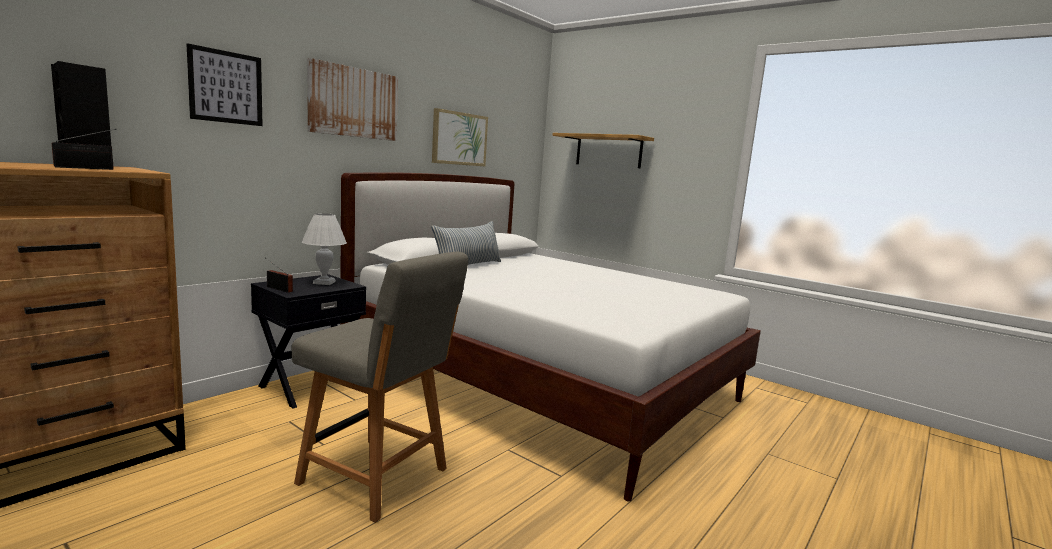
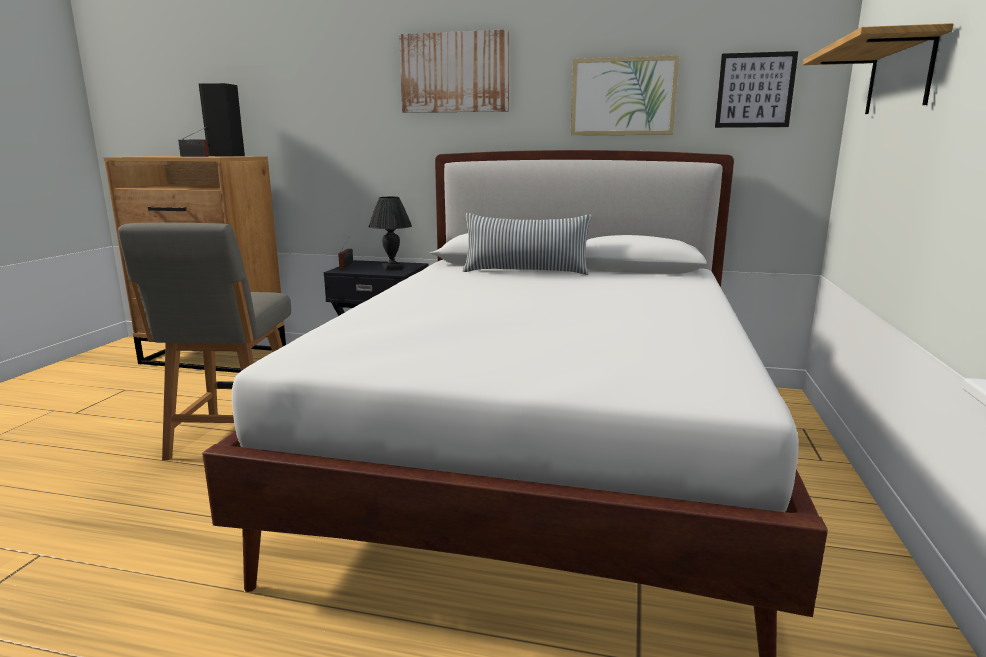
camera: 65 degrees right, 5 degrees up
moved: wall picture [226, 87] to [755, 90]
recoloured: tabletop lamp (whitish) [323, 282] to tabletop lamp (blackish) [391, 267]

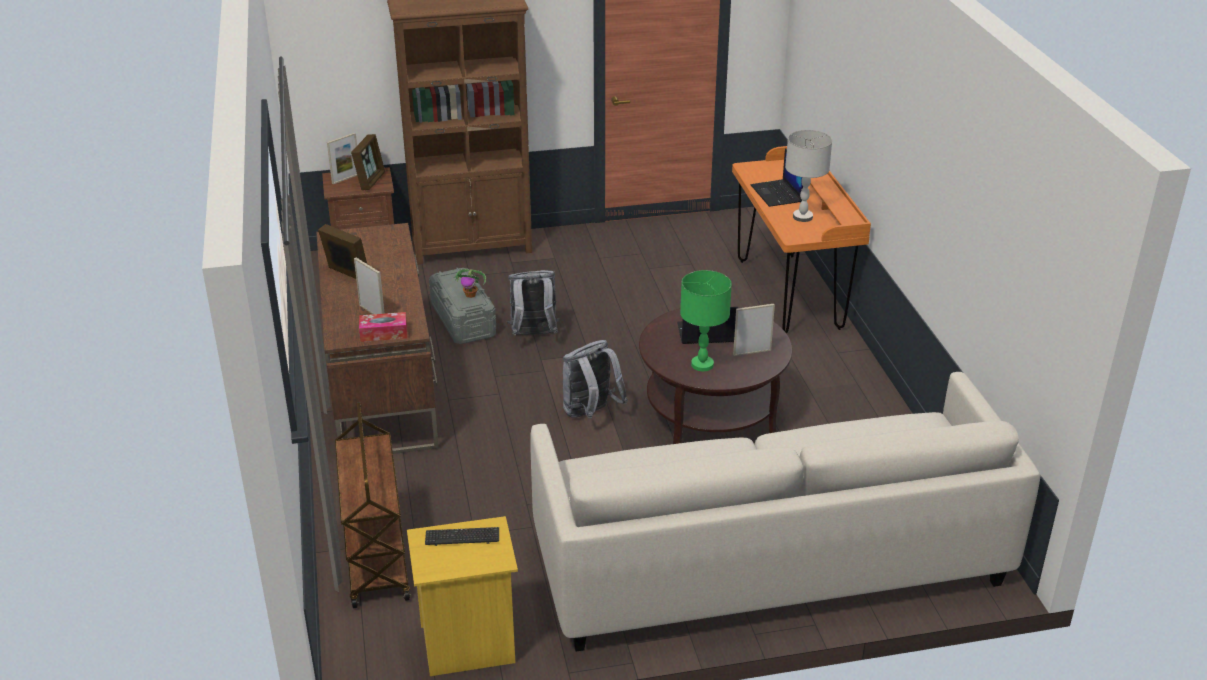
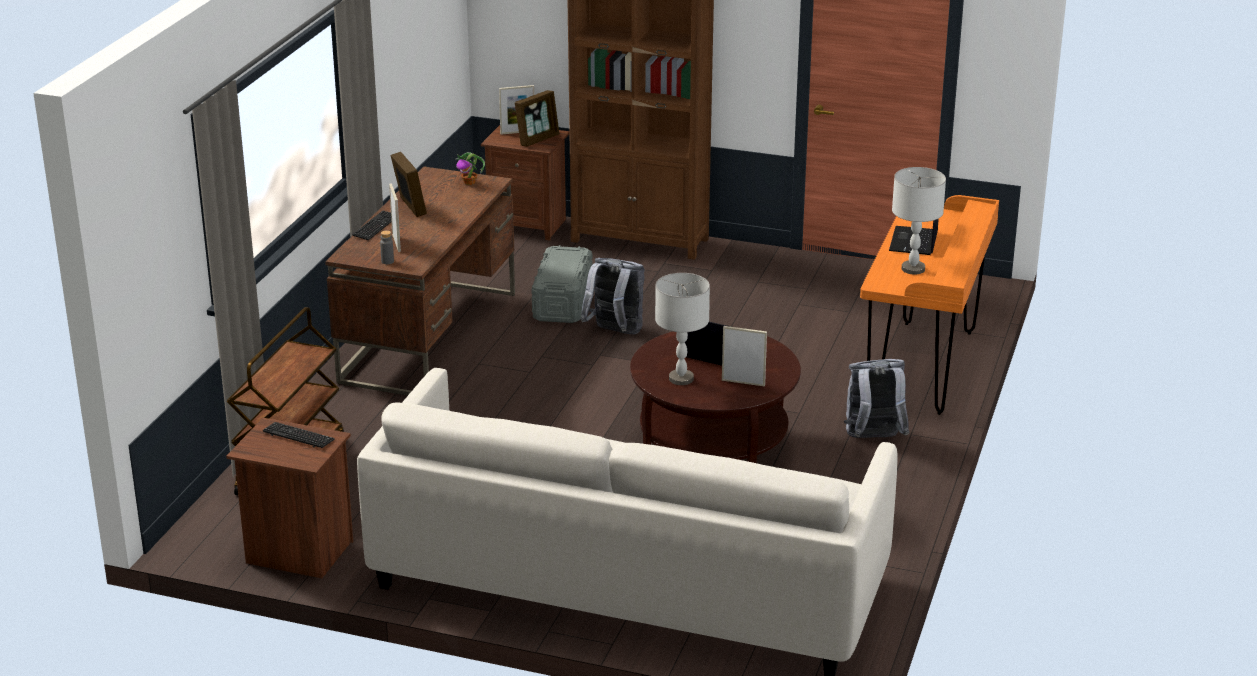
camera: 30 degrees right, 5 degrees down
added: keyboard [375, 227]
moved: houseplant [471, 295] to [470, 182]; rucksack (grey) [590, 414] to [873, 439]
replaced: tissue holder [383, 333] to drink bottle (grey) [387, 261]
recoloured: night table (yellowish) [468, 645] to night table (brown-coloured) [298, 553]; tabletop lamp (green-coloured) [702, 365] to tabletop lamp (grey) [680, 379]

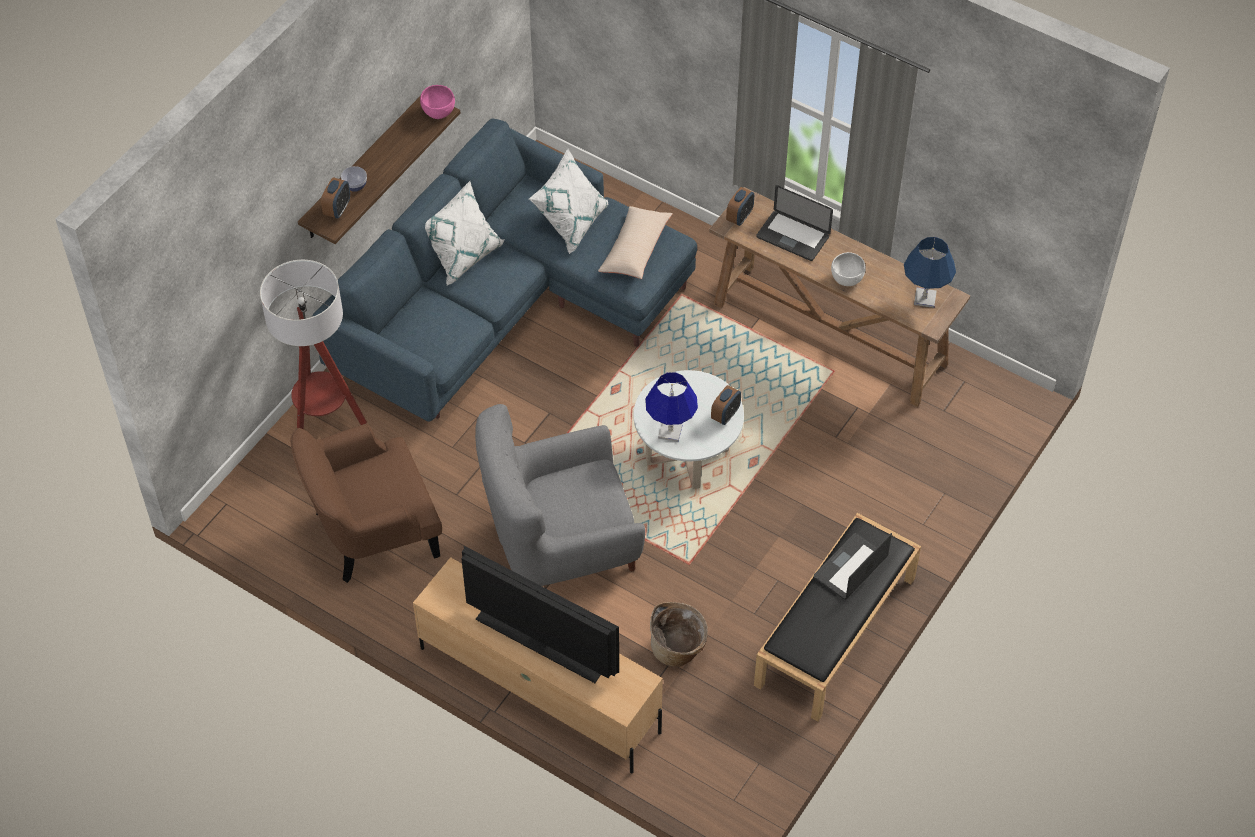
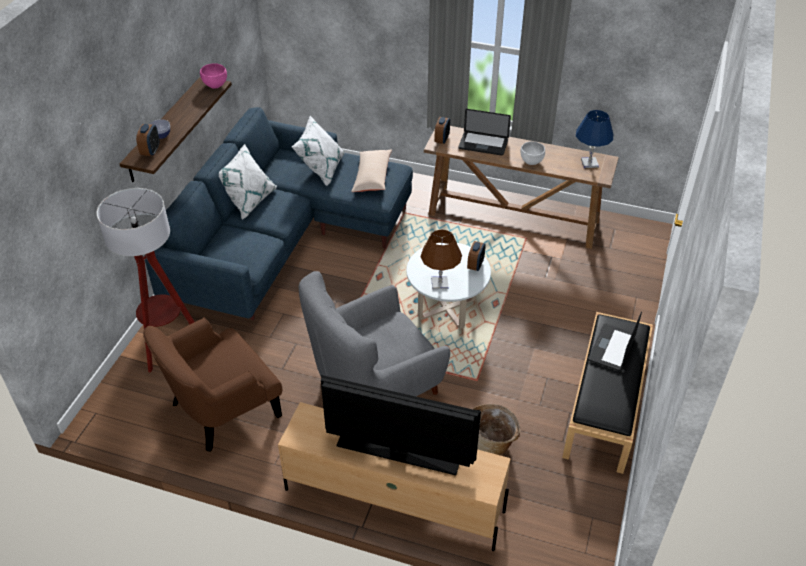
camera: 15 degrees left, 10 degrees down
recoloured: tabletop lamp (bluish) [670, 432] to tabletop lamp (brown-coloured) [440, 283]

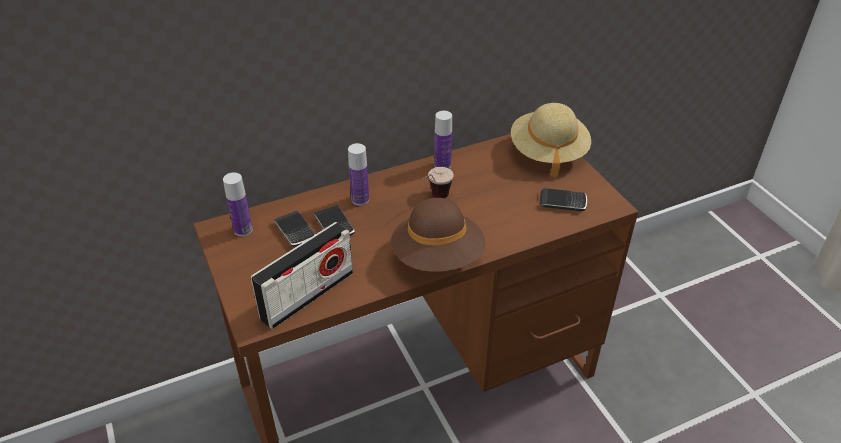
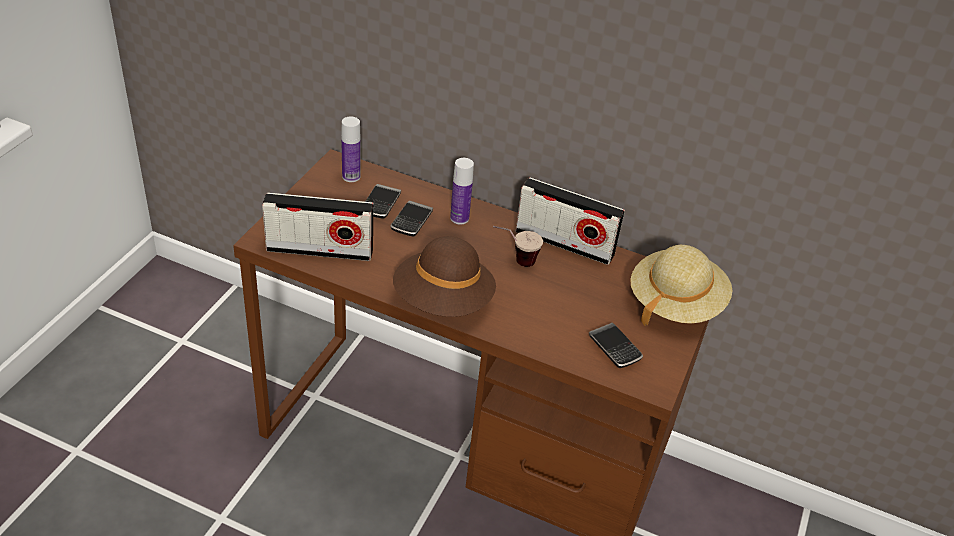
camera: 45 degrees right, 0 degrees up
replaced: drink bottle [442, 165] to radio [564, 243]

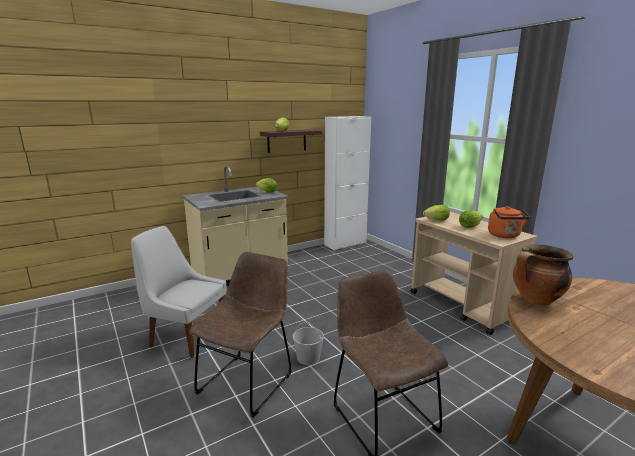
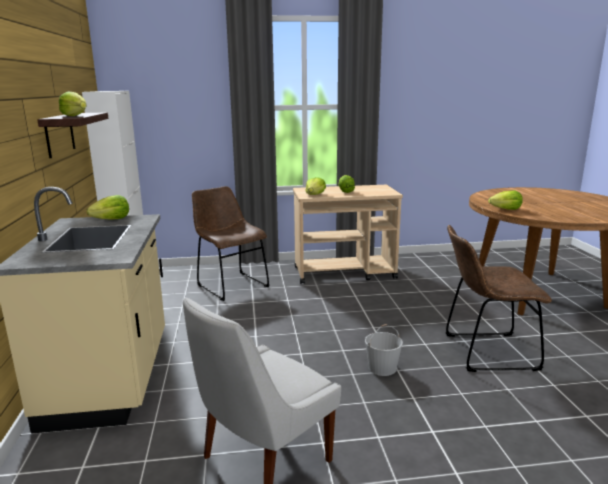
camera: 65 degrees left, 0 degrees up
removed: water kettle (orange) [505, 236]
moved: chair (brown-coloured) [248, 380] to [230, 285]
replaced: stockpot [536, 300] to lettuce head [505, 209]

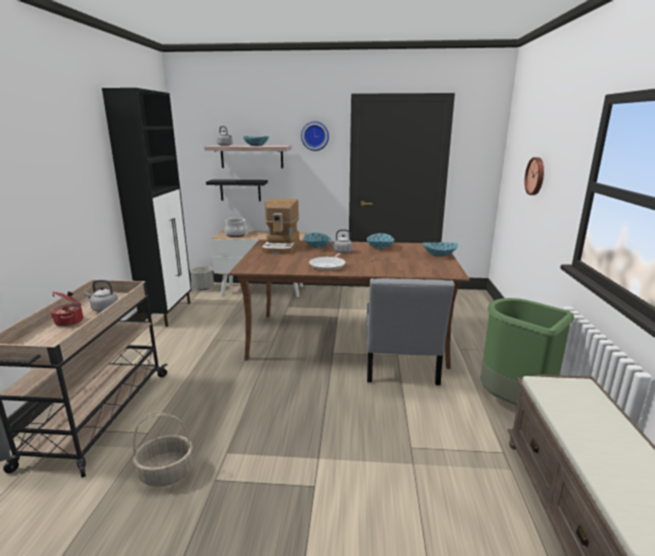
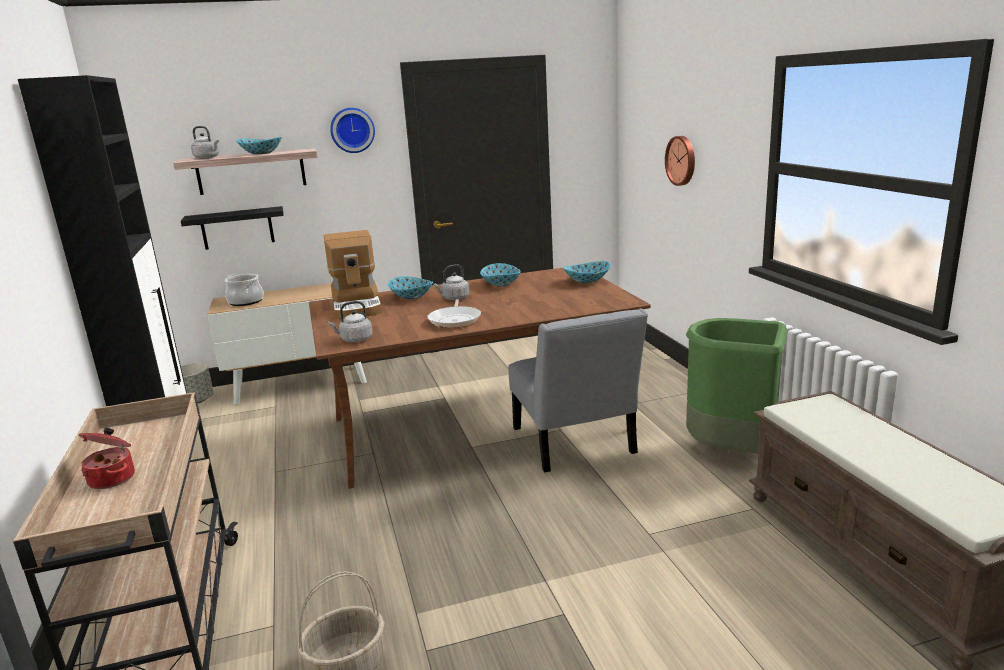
camera: 20 degrees left, 0 degrees up
moved: water kettle (grey) [104, 309] to [354, 340]

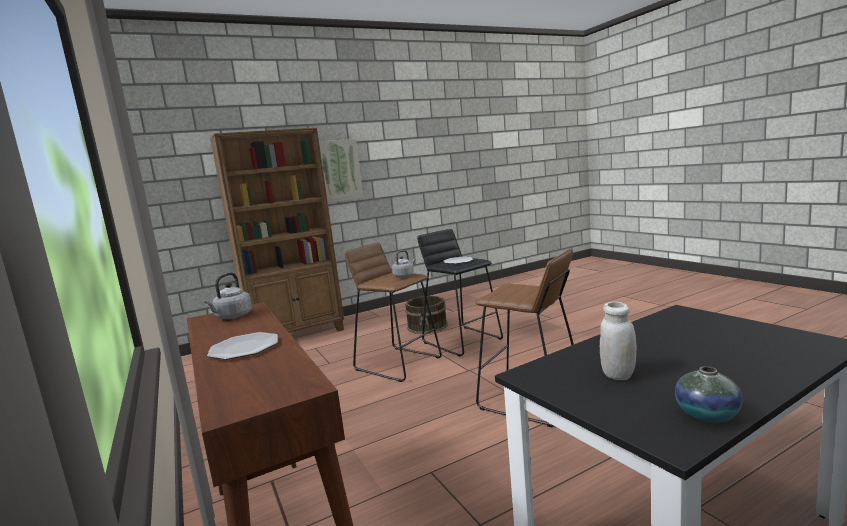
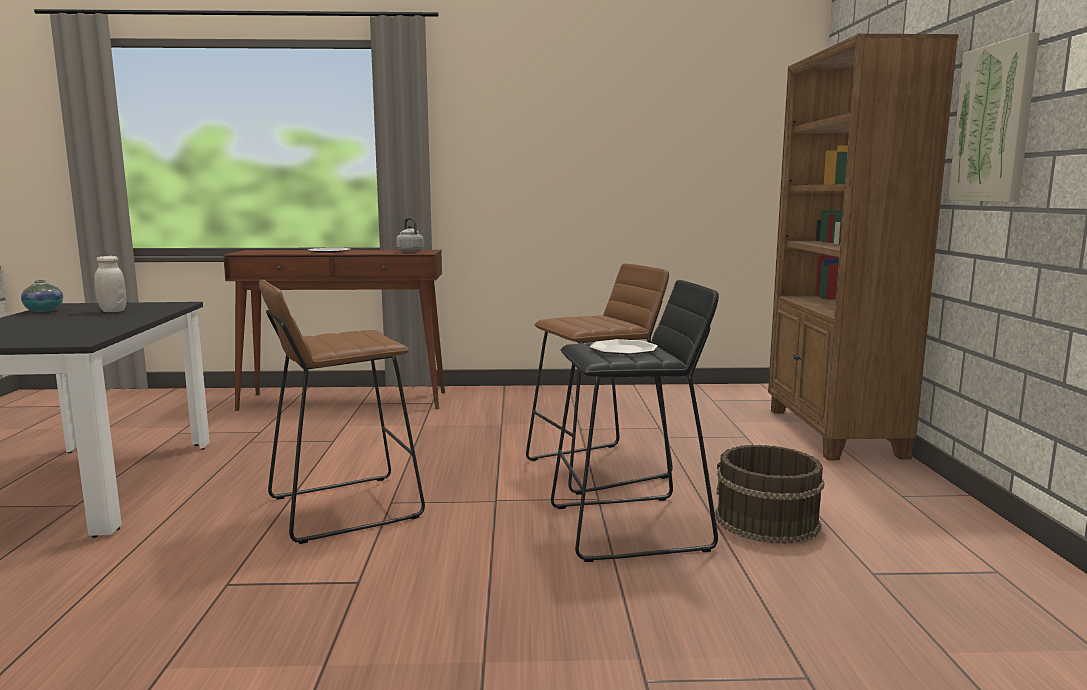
camera: 115 degrees right, 0 degrees up
removed: water kettle (grey) [404, 276]

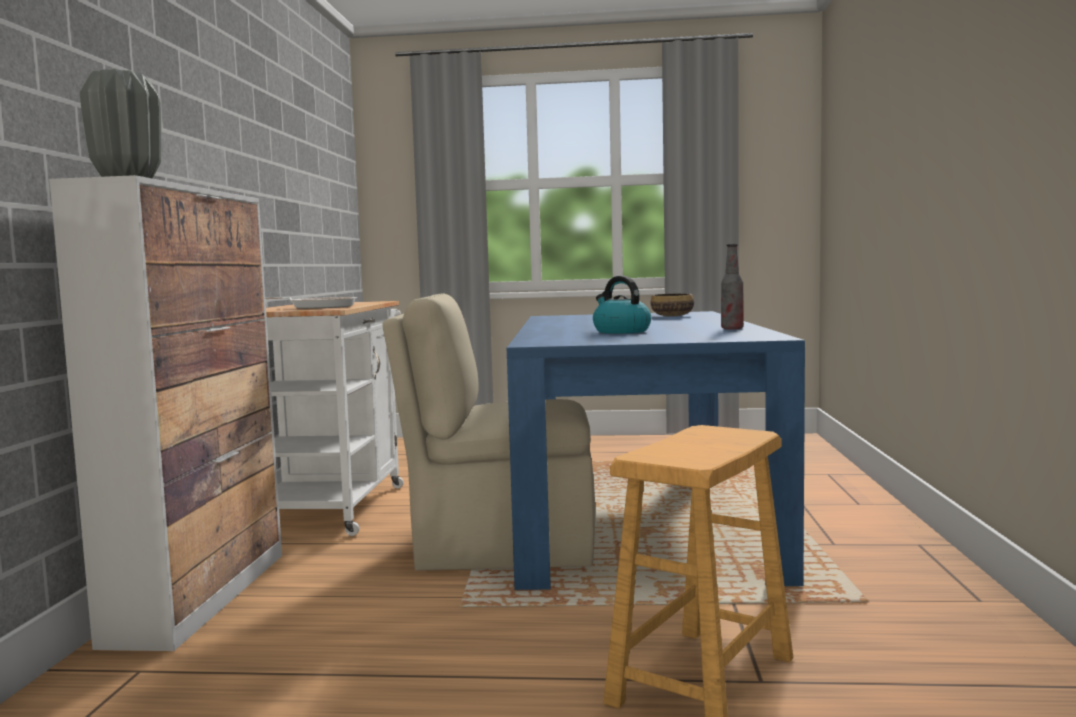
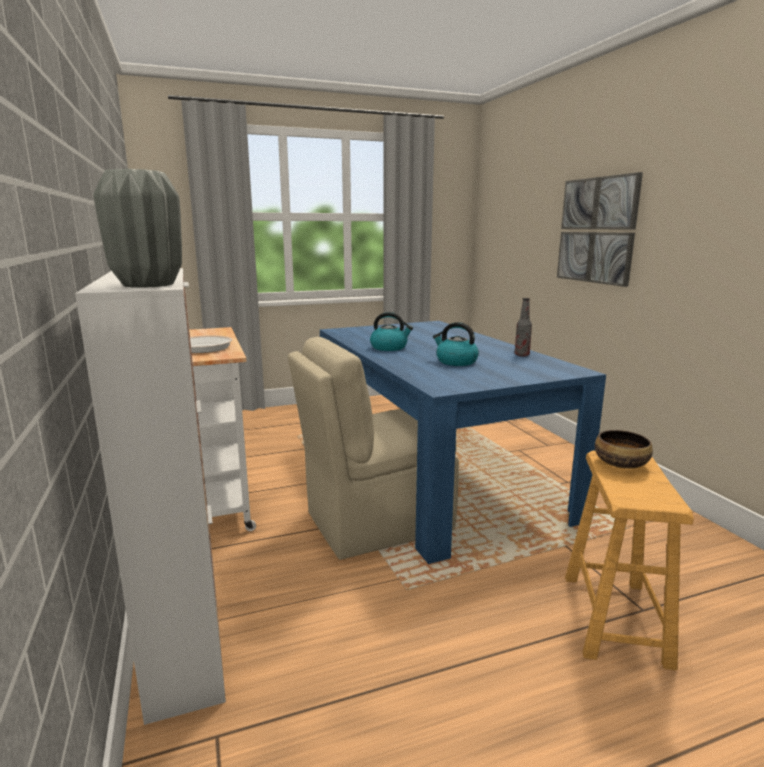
camera: 25 degrees left, 10 degrees up
added: water kettle [389, 347]; wall picture [597, 230]
moved: serving bowl [672, 316] to [621, 463]

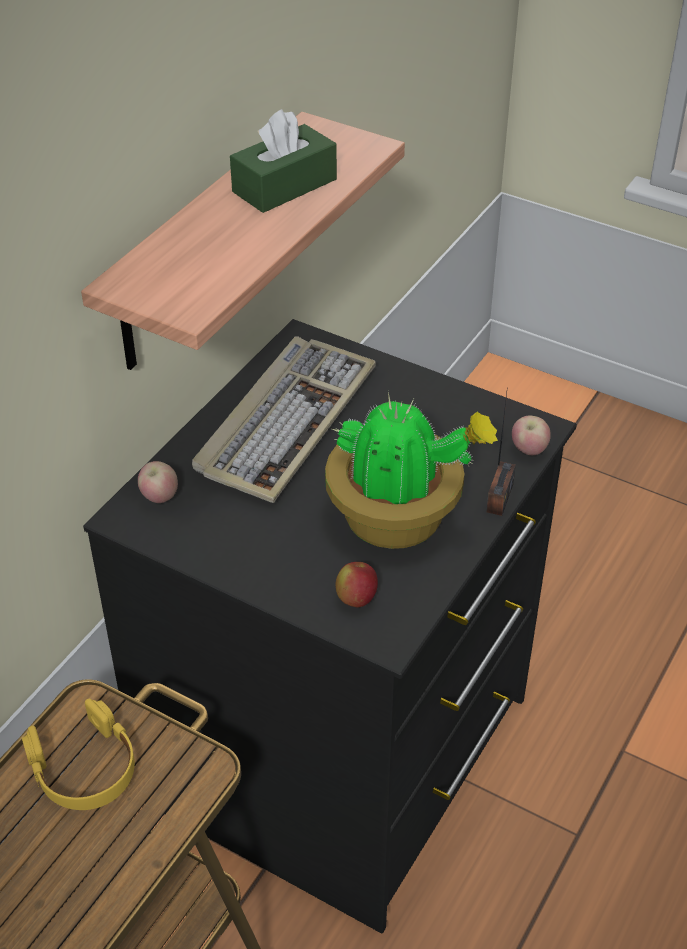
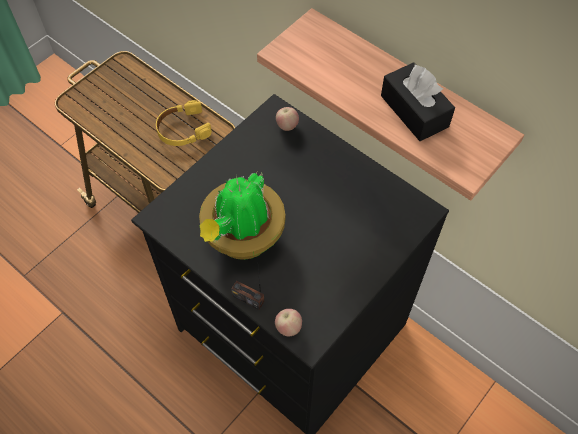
camera: 100 degrees right, 15 degrees up
removed: keyboard [285, 420]; apple fruit [356, 598]
recoloured: tissue holder (green-coloured) [284, 186] to tissue holder (blackish) [414, 111]

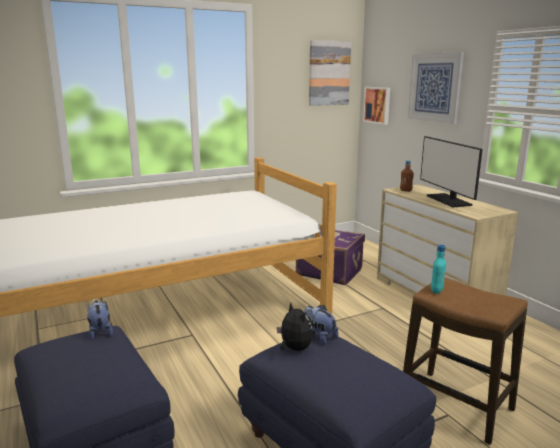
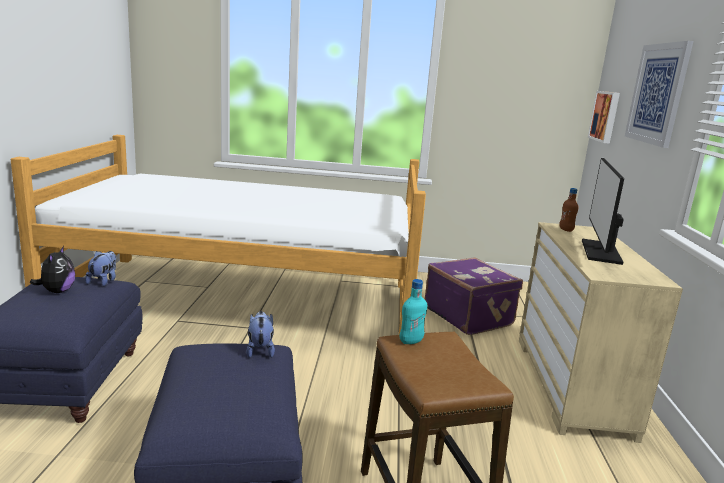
camera: 30 degrees right, 0 degrees up
removed: wall picture [329, 73]
moved: cuddly toy [294, 349] to [57, 291]

